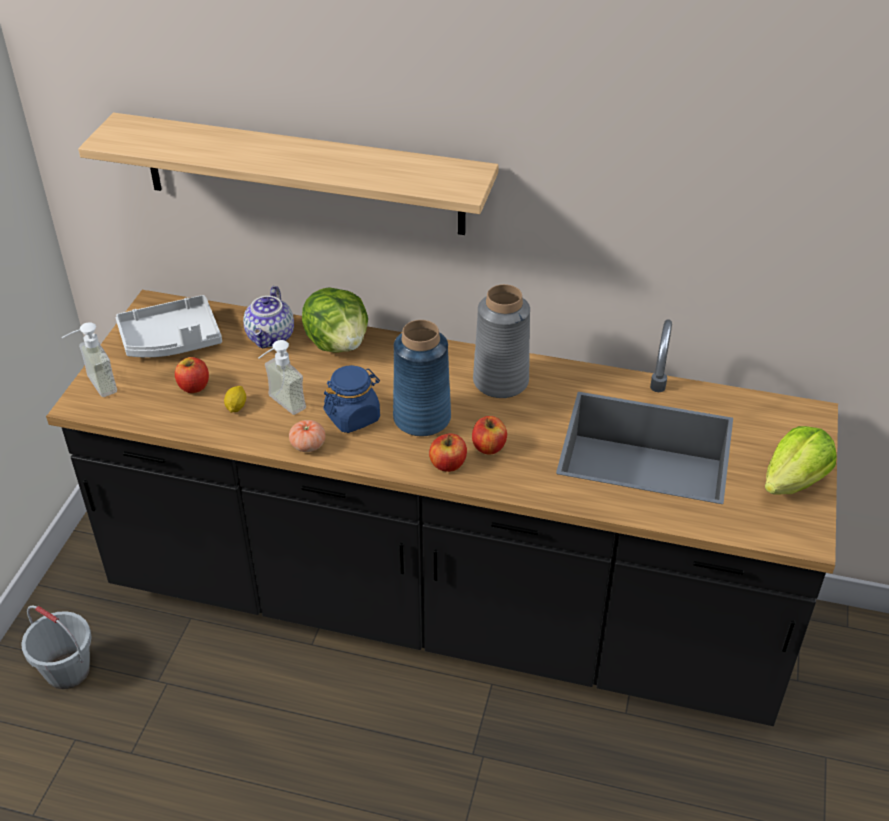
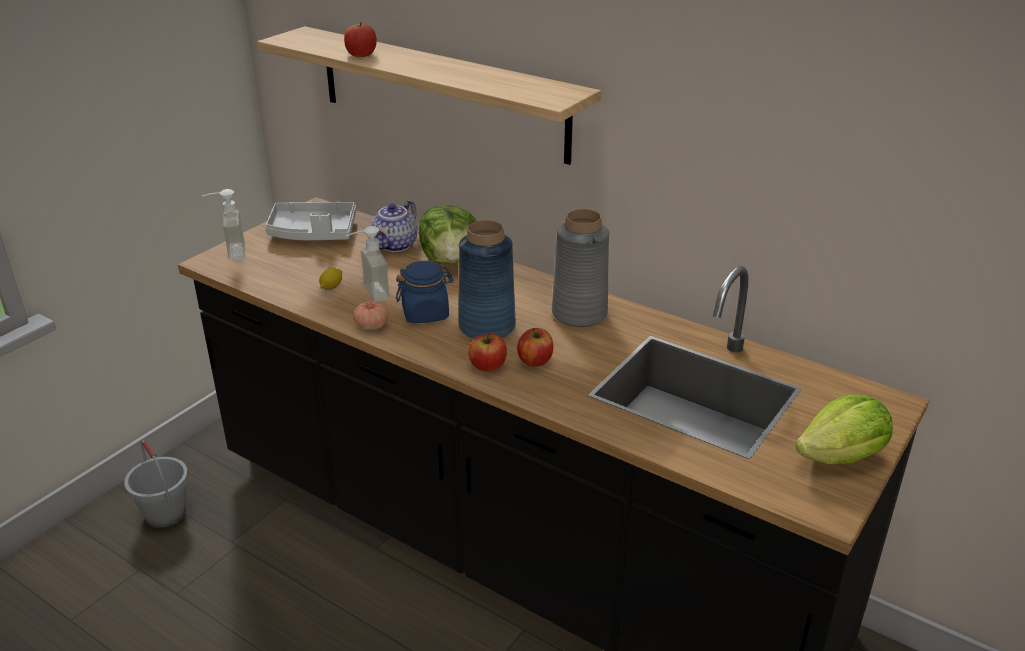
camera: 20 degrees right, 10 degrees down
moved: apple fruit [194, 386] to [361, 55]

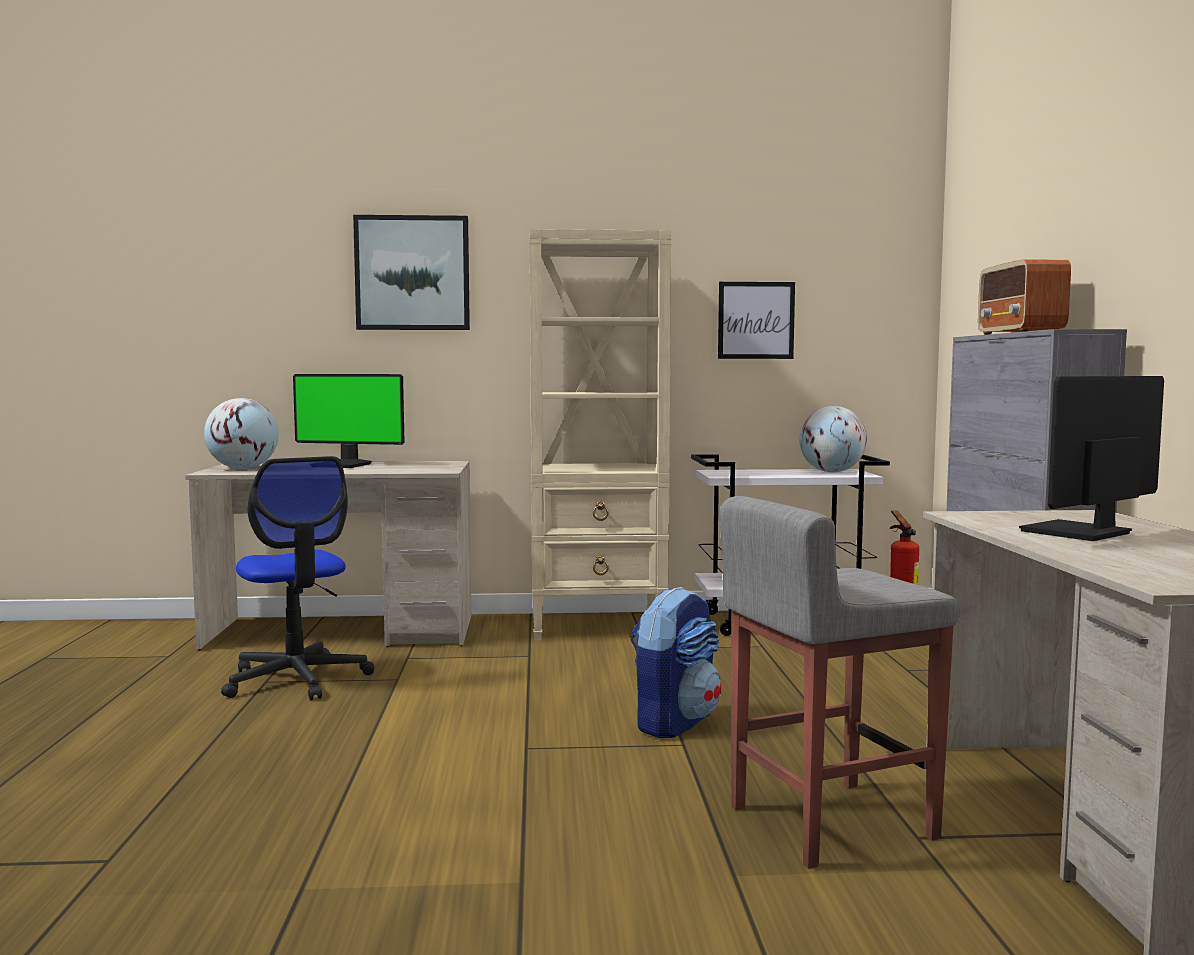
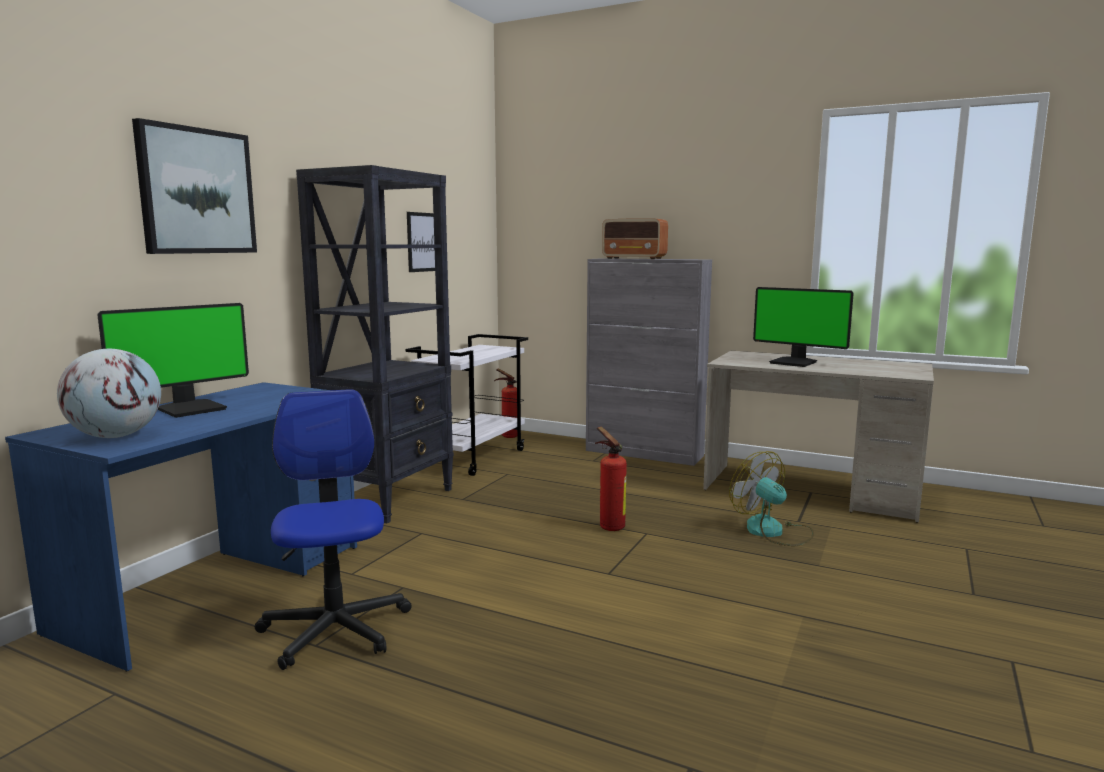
camera: 60 degrees left, 5 degrees up
removed: globe [832, 472]
replaced: rucksack [674, 722] to fire extinguisher [609, 526]; stool (grey) [828, 822] to fan [773, 531]
recoloured: desk table (sand-coloured) [343, 632] to desk table (bluish) [218, 586]; shelving unit (sand-coloured) [599, 626] to shelving unit (blackish) [390, 498]
turned: desk chair [297, 680] = [335, 629] 105 degrees counterclockwise; computer screen [1079, 533] = [794, 362] 45 degrees counterclockwise

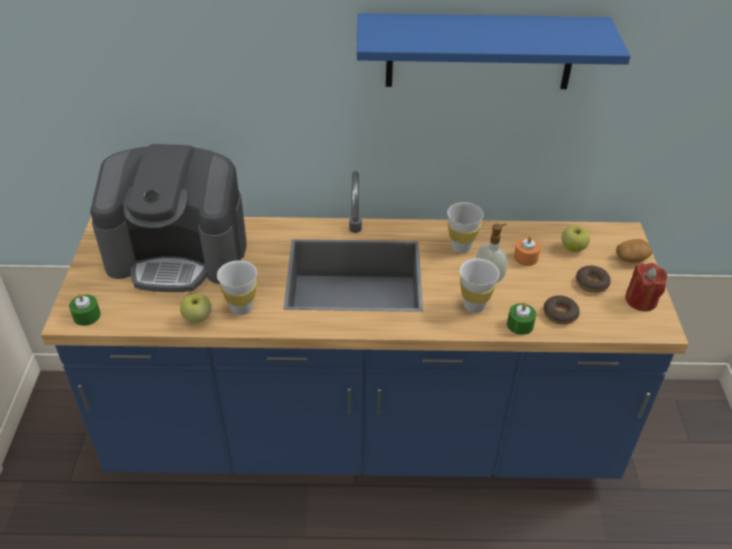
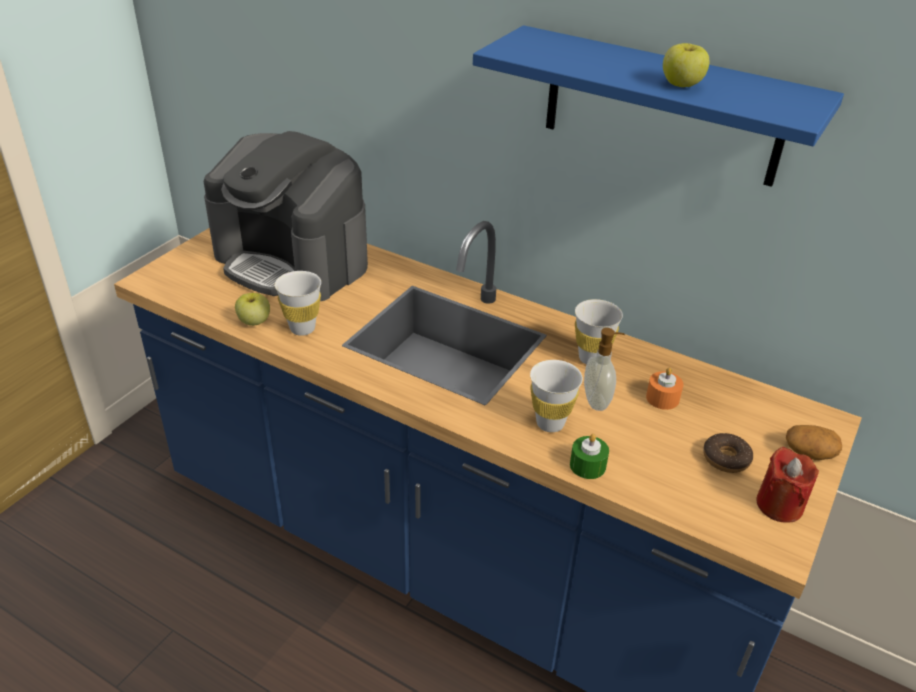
camera: 30 degrees right, 5 degrees down
removed: candle (green-coloured) [87, 316]; doughnut [560, 314]
moved: apple fruit [573, 248] to [682, 85]

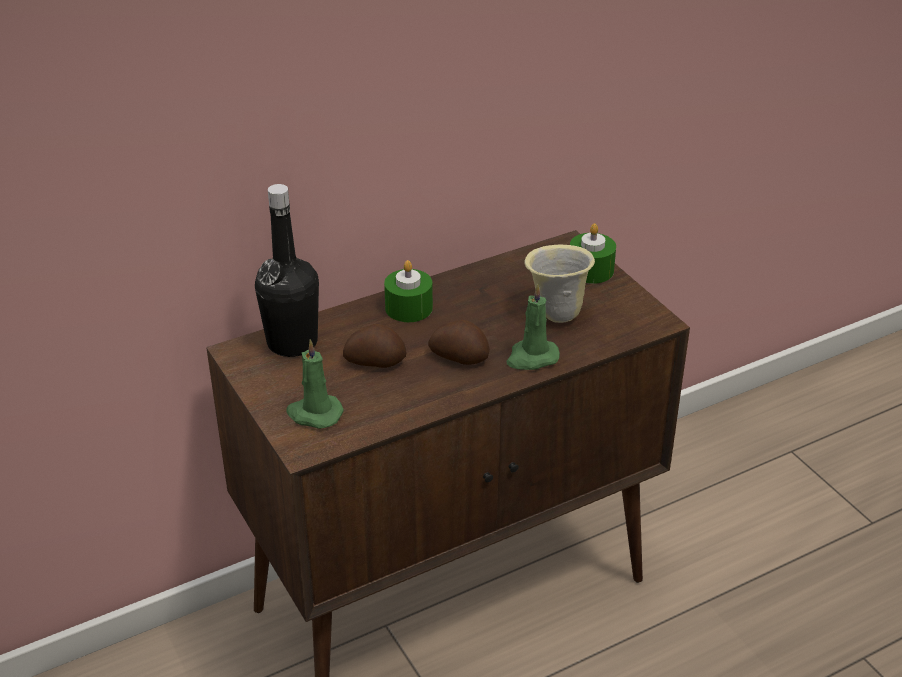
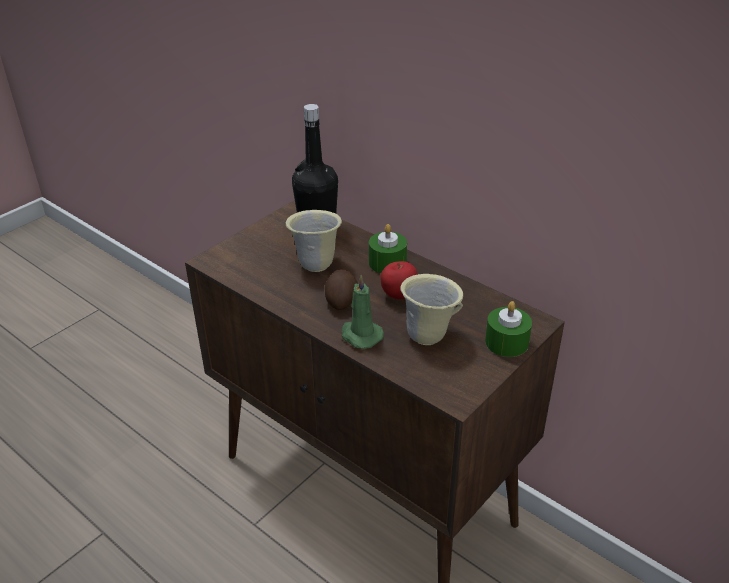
camera: 70 degrees right, 0 degrees up
removed: candle (green-coloured) [314, 414]
added: apple fruit [398, 295]
replaced: whole potato [375, 361] to tea mug (sand-coloured) [316, 264]

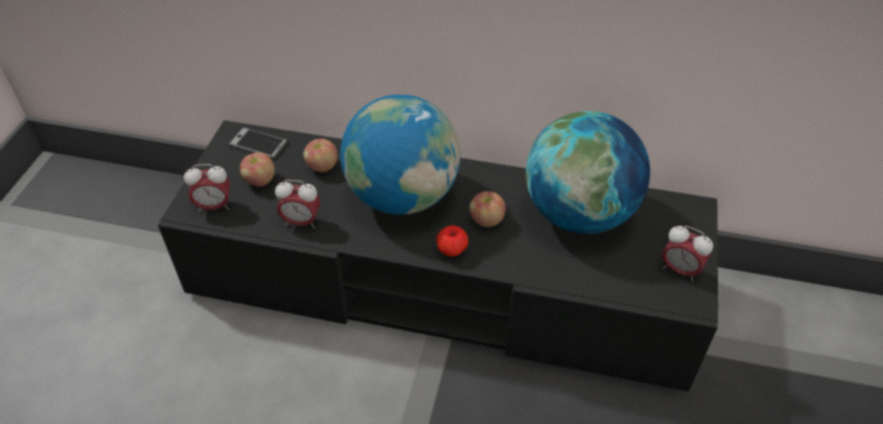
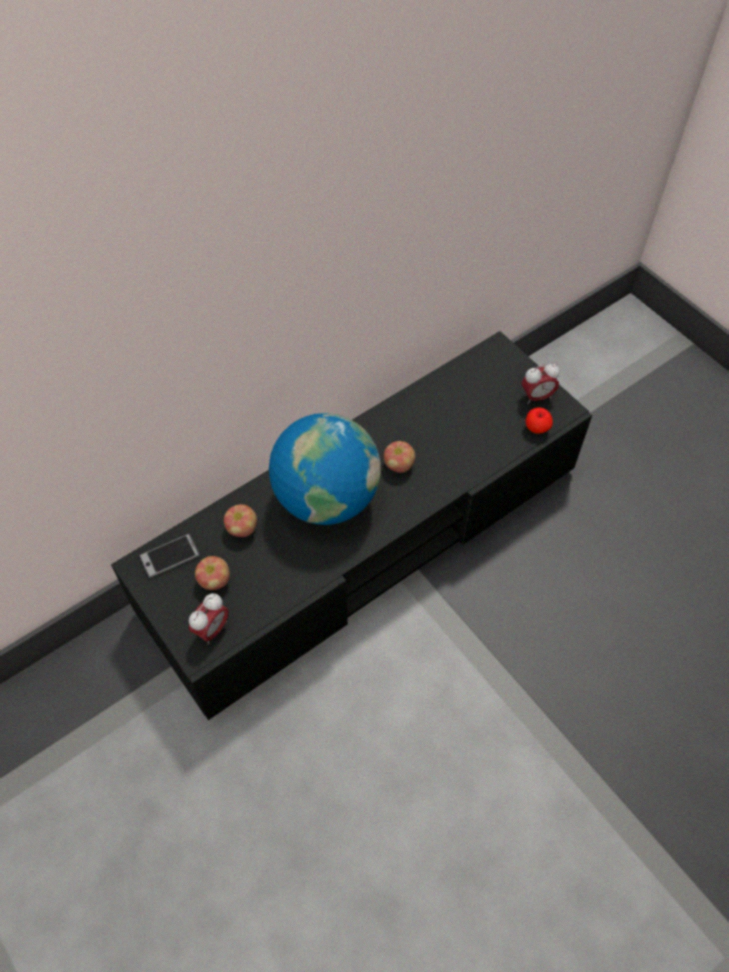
camera: 50 degrees left, 10 degrees up
removed: alarm clock [301, 222]; globe [579, 214]
moved: apple fruit [451, 251] to [537, 428]

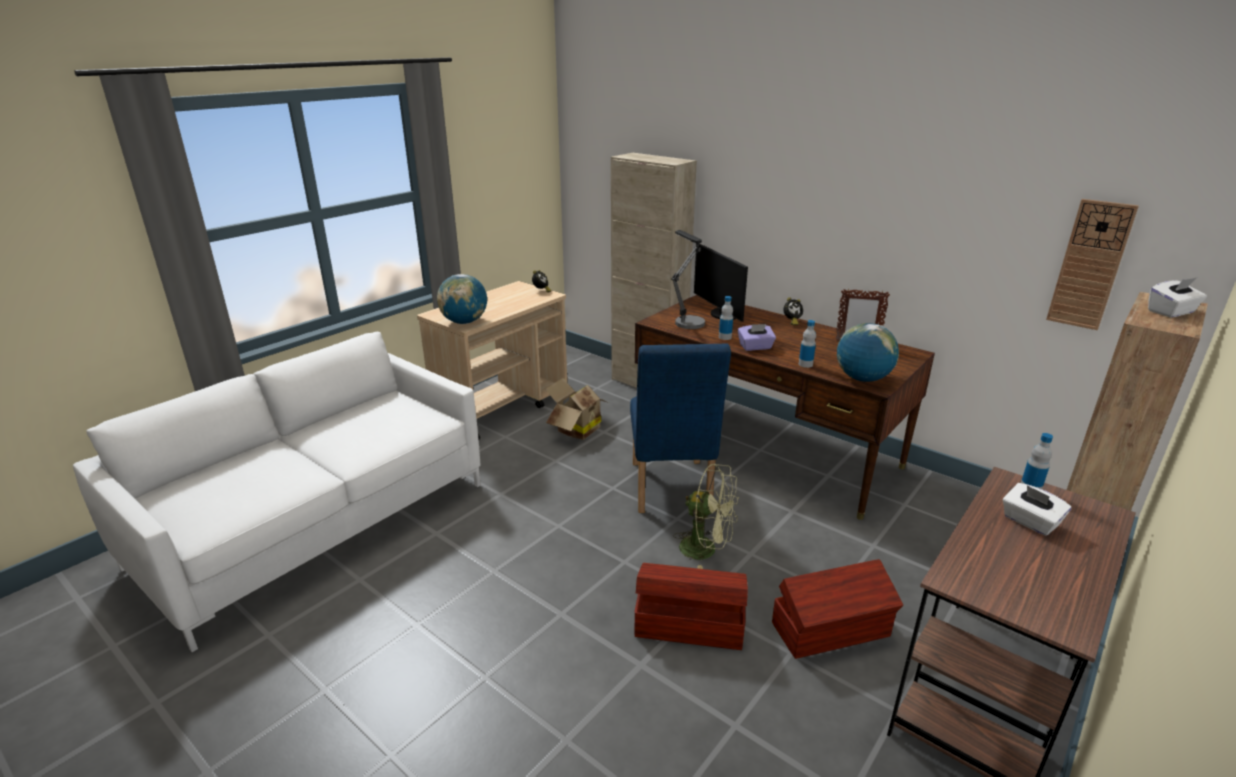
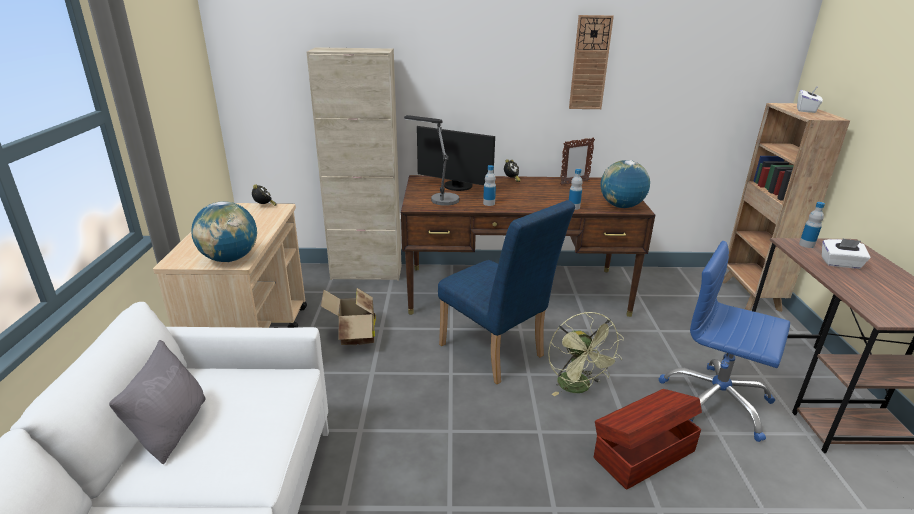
camera: 40 degrees left, 0 degrees up
removed: tissue holder (purple) [755, 347]
added: cushion (grey) [172, 429]
moved: hanging clock [1090, 265] to [590, 63]
replaced: storage container (brown-coloured) [832, 630] to desk chair (bluish) [715, 402]
turned: fan (green-coloured) [706, 550] = [578, 388] 90 degrees clockwise

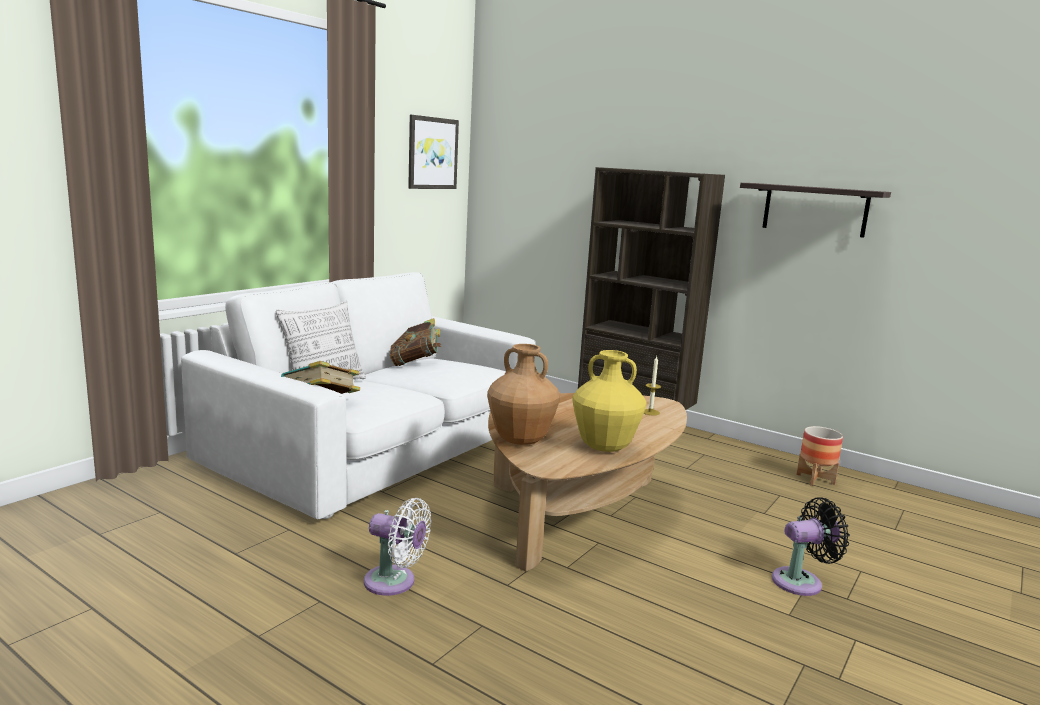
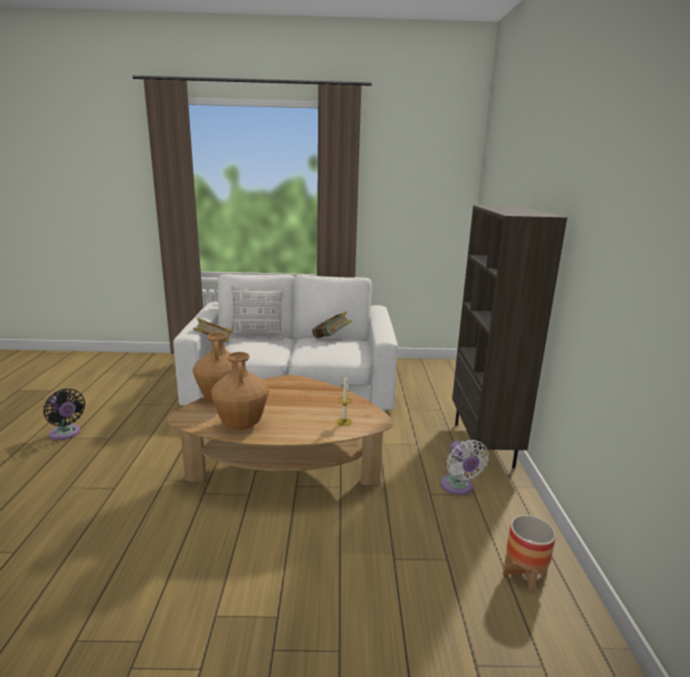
camera: 55 degrees right, 5 degrees up
removed: wall picture [432, 153]; wall shelf [815, 209]
moved: fan (blackish) [801, 581] to [66, 434]; fan (whitish) [394, 582] to [458, 487]
recoloured: flower vase (yellowish) [605, 448] to flower vase (brown-coloured) [241, 425]

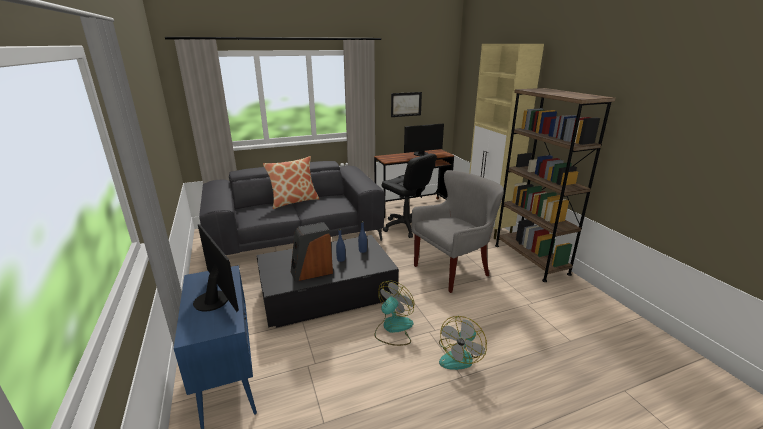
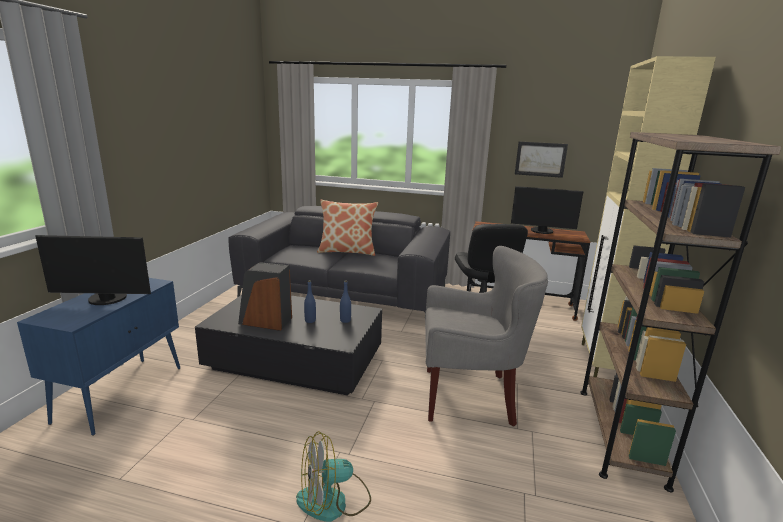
camera: 35 degrees right, 5 degrees down
removed: fan [393, 329]
turned: computer screen [215, 299] = [106, 300] 90 degrees clockwise

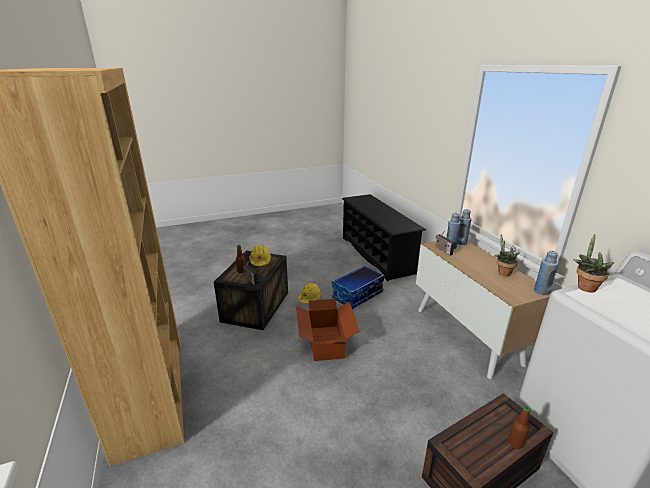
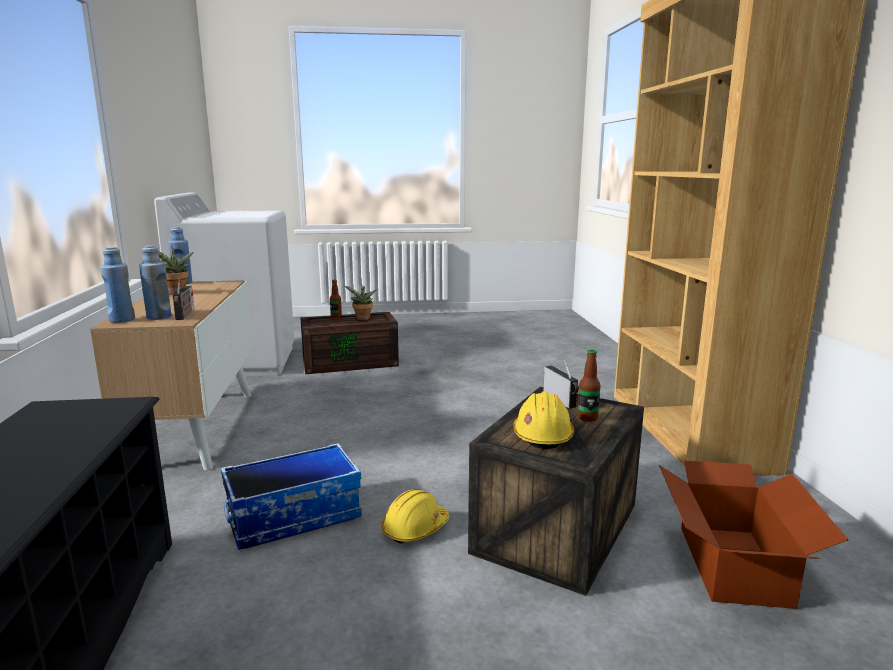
camera: 165 degrees left, 10 degrees down
moved: houseplant [584, 286] to [362, 319]; packing box [325, 343] to [734, 564]

